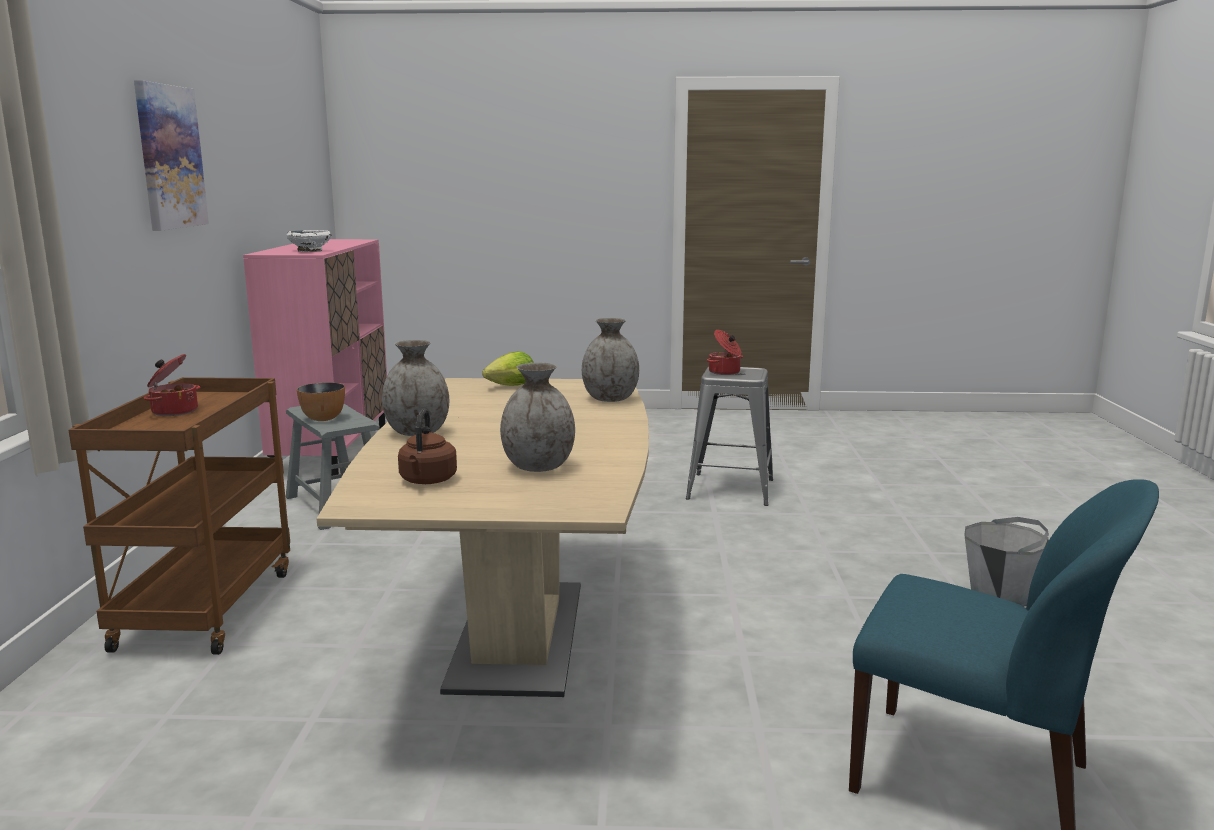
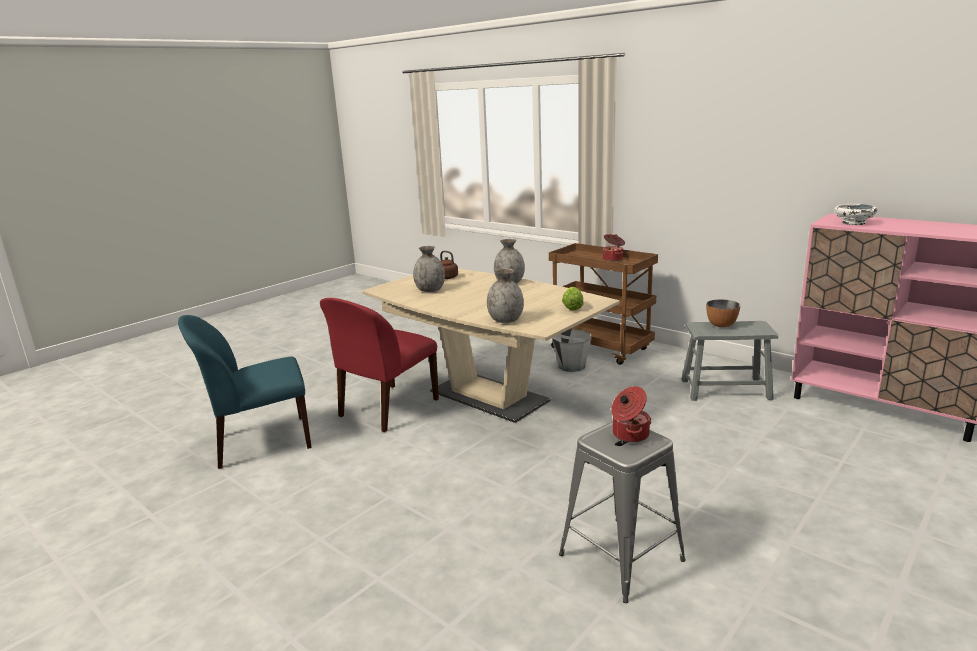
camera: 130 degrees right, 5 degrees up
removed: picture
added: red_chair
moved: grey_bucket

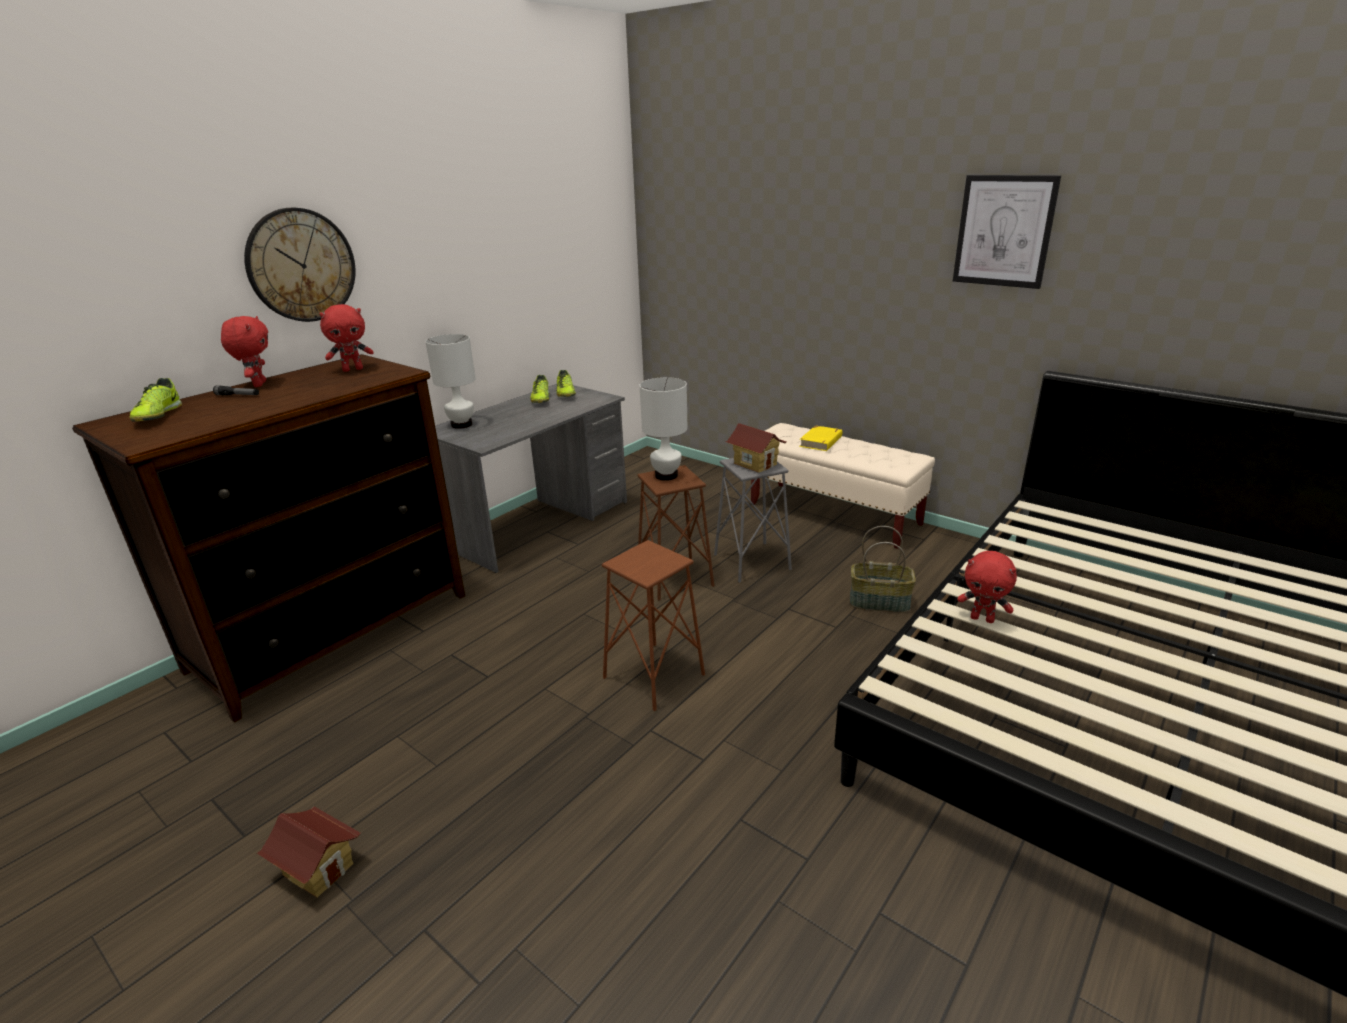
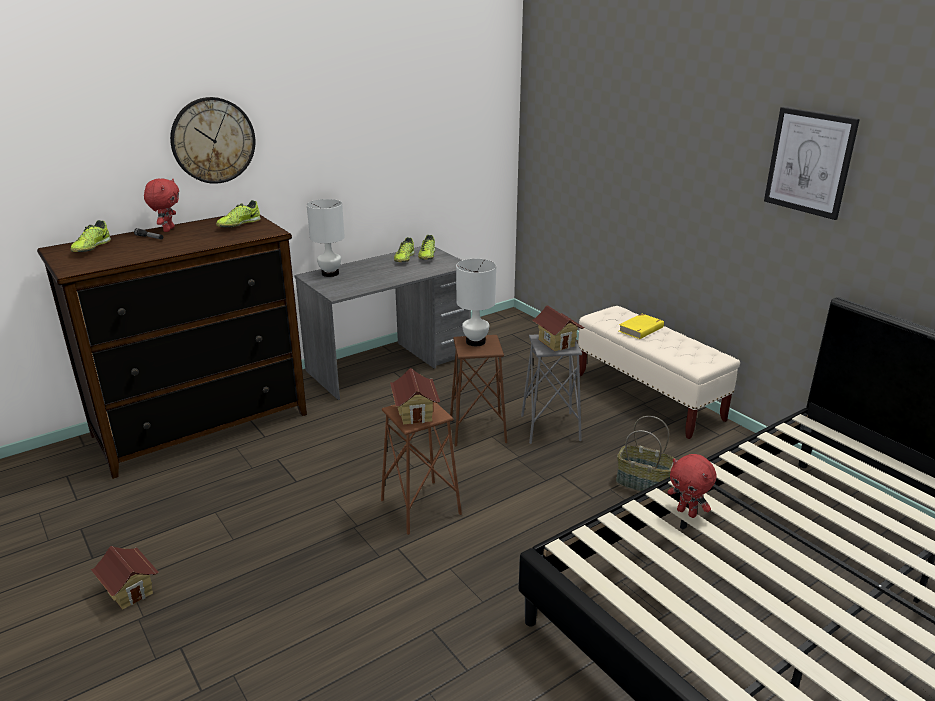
camera: 15 degrees right, 0 degrees up
added: toy_house (2nd from left)
replaced: red_plush_toy (2nd from left) to shoe (2nd from left)

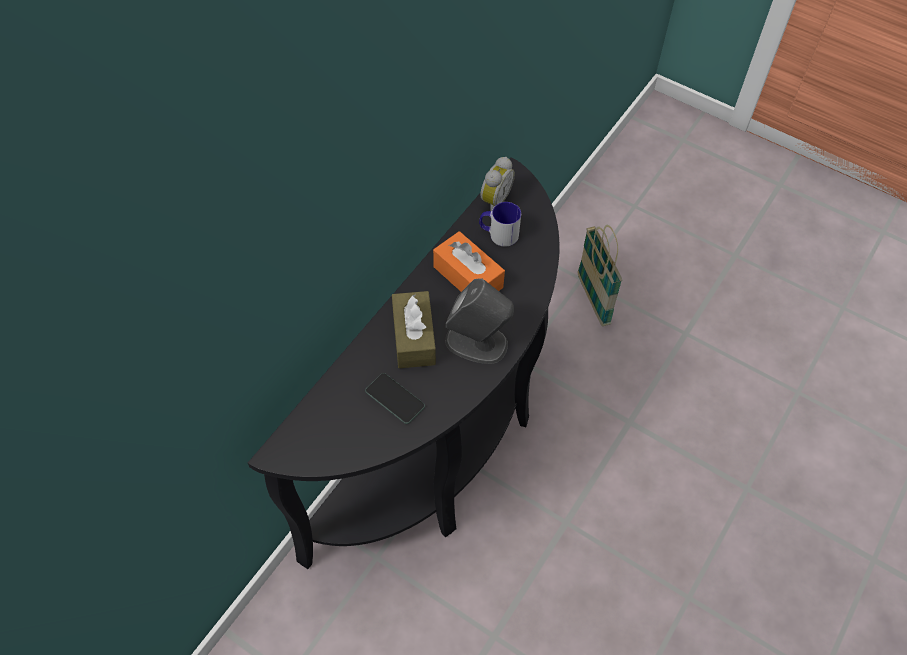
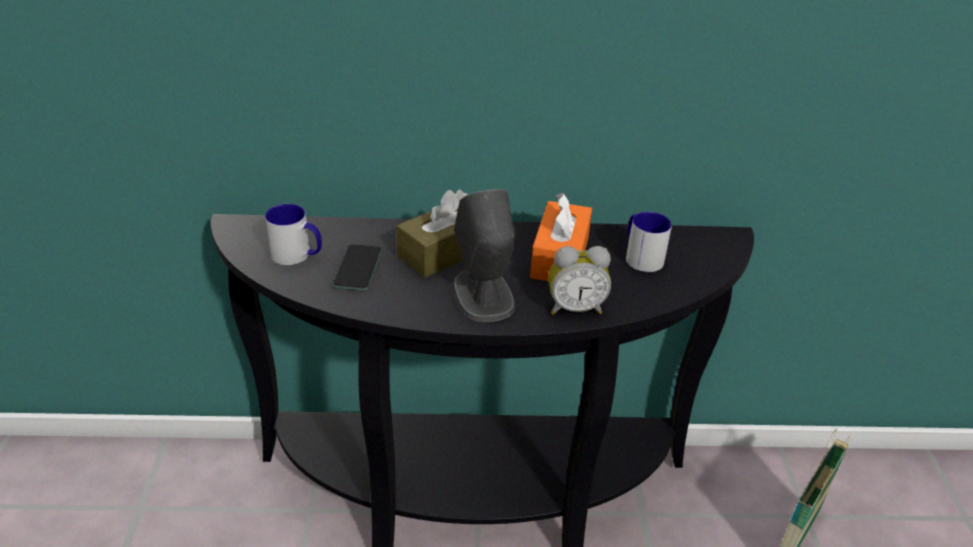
camera: 55 degrees right, 20 degrees down
added: mug (1st from left)
moved: alarm_clock

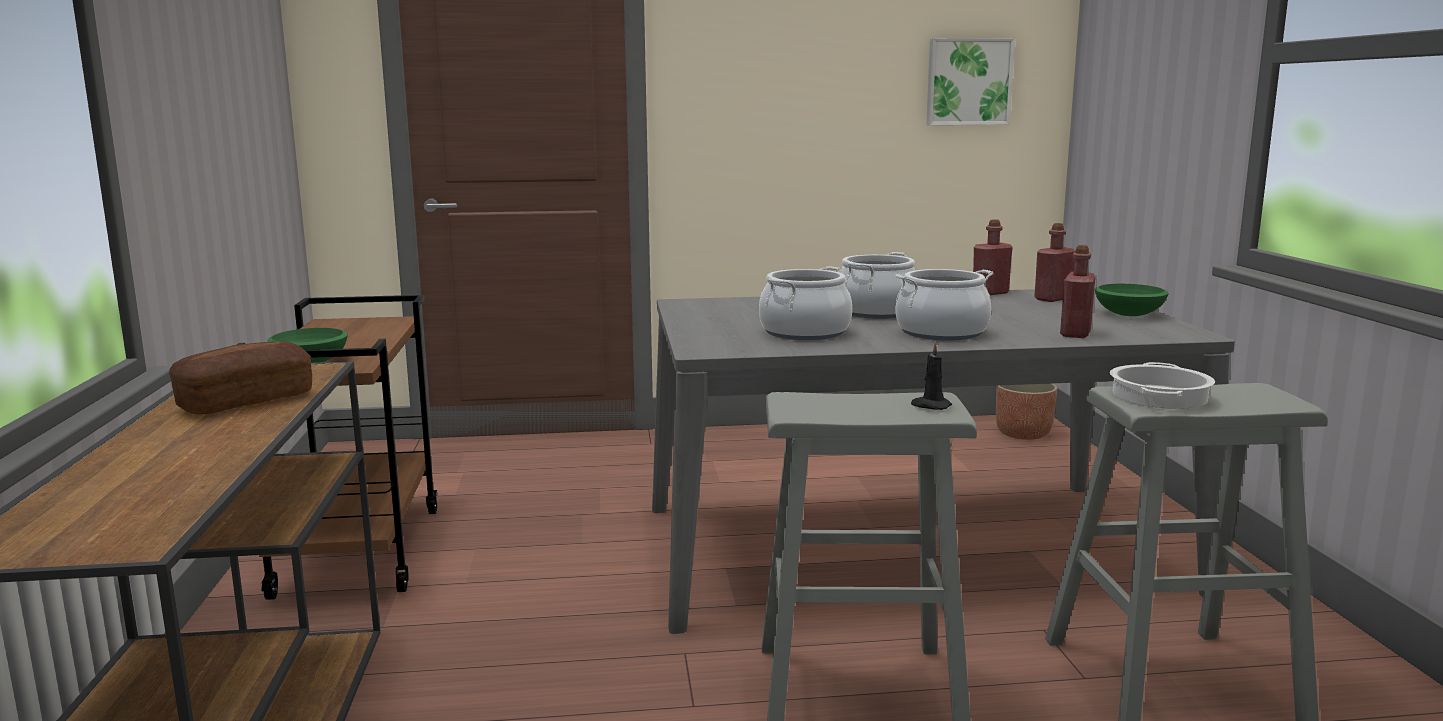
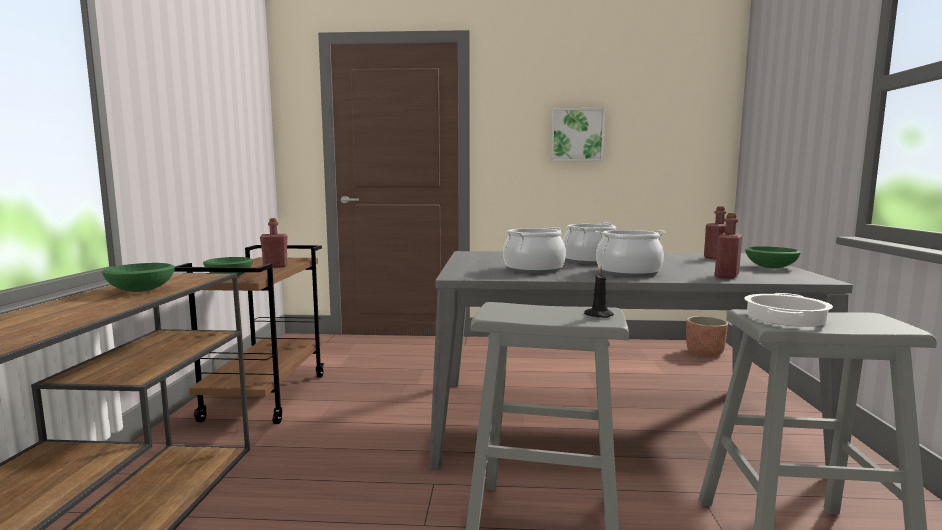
camera: 10 degrees right, 5 degrees down
moved: picture; red_bottle (1st from left)
replaced: bread to green_bowl (1st from left)

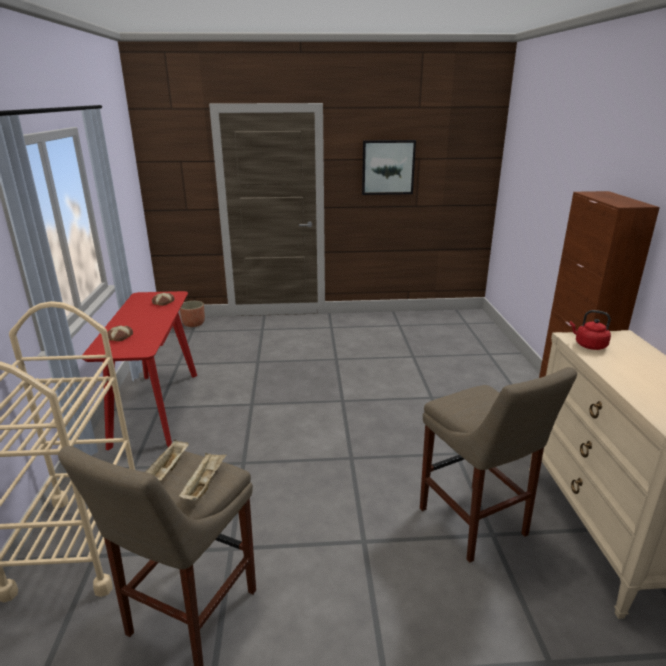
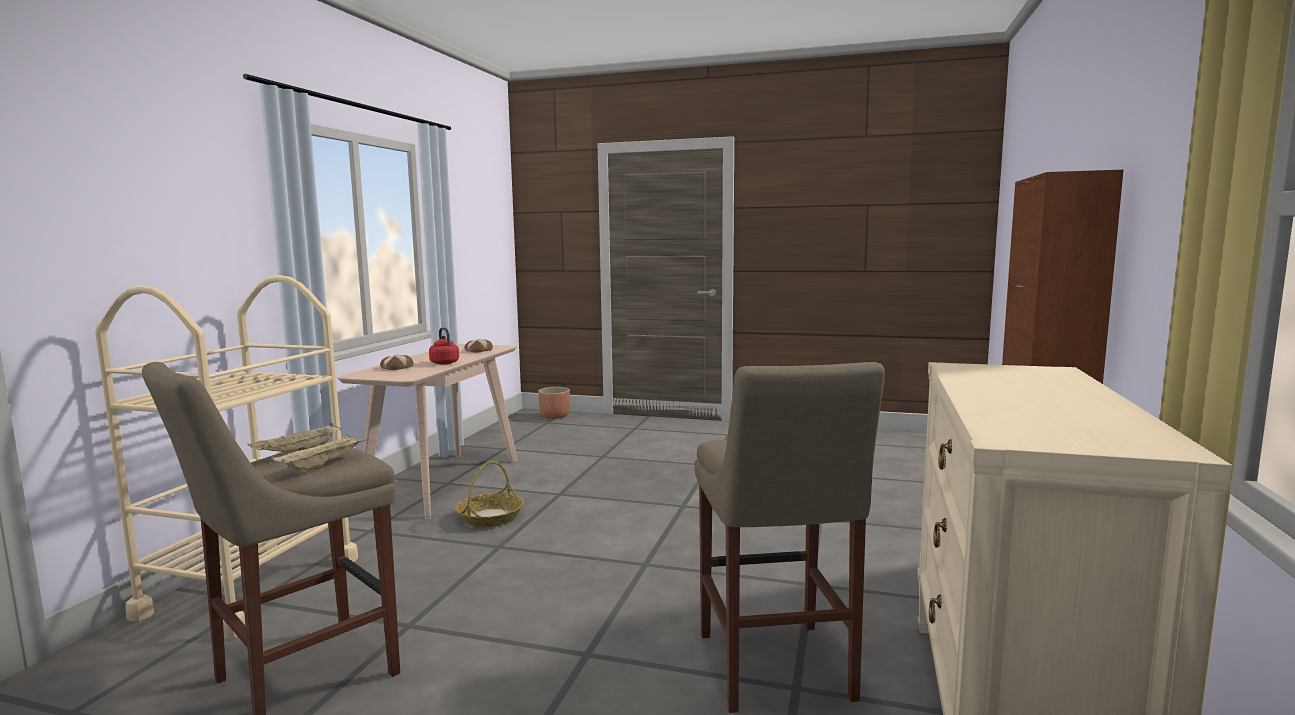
camera: 20 degrees right, 15 degrees down
removed: picture
added: basket
moved: red_kettle
recoloured: red_console_table to beige_console_table

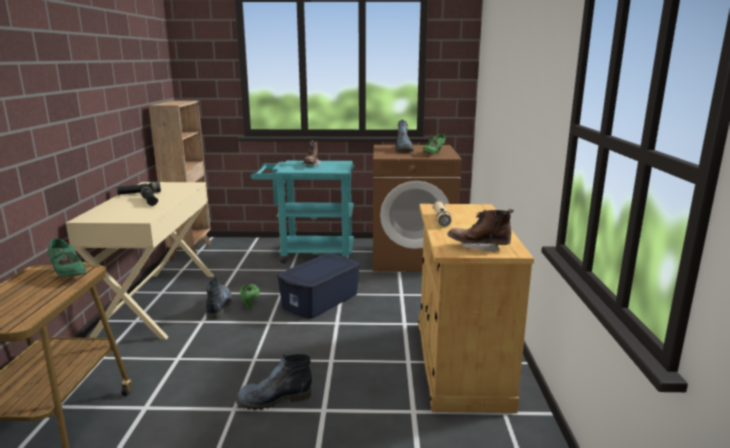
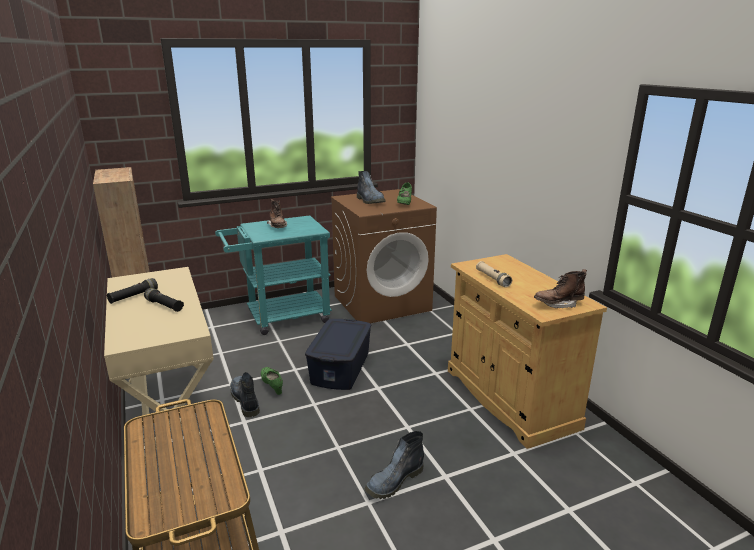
camera: 25 degrees left, 5 degrees up
removed: green_shoe (1st from left)

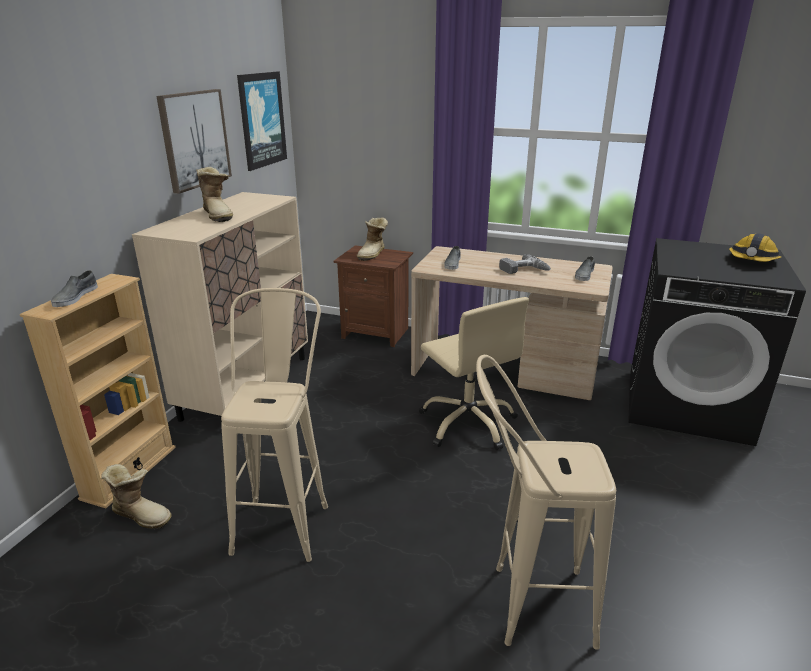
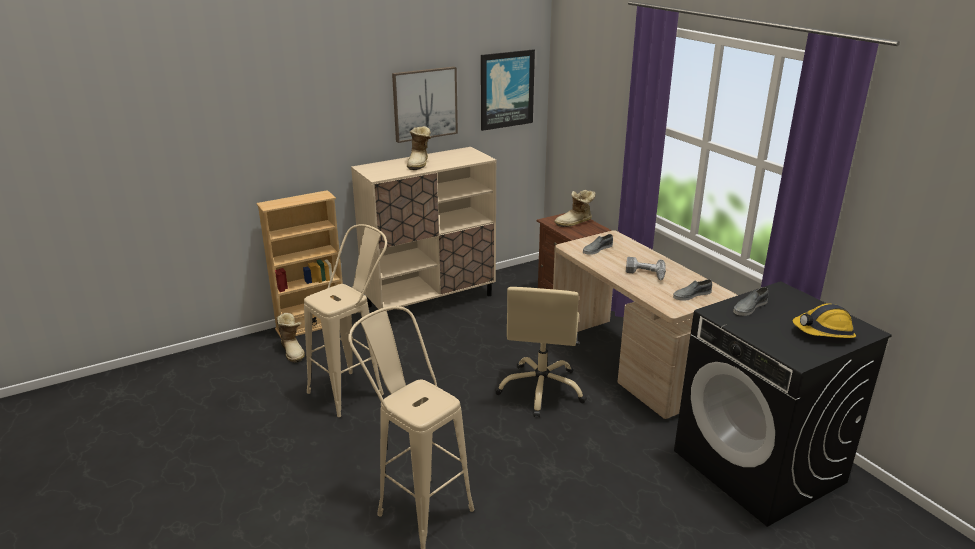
camera: 40 degrees right, 0 degrees up
moved: grey_shoe (1st from left in the first image) to grey_shoe (3rd from left)

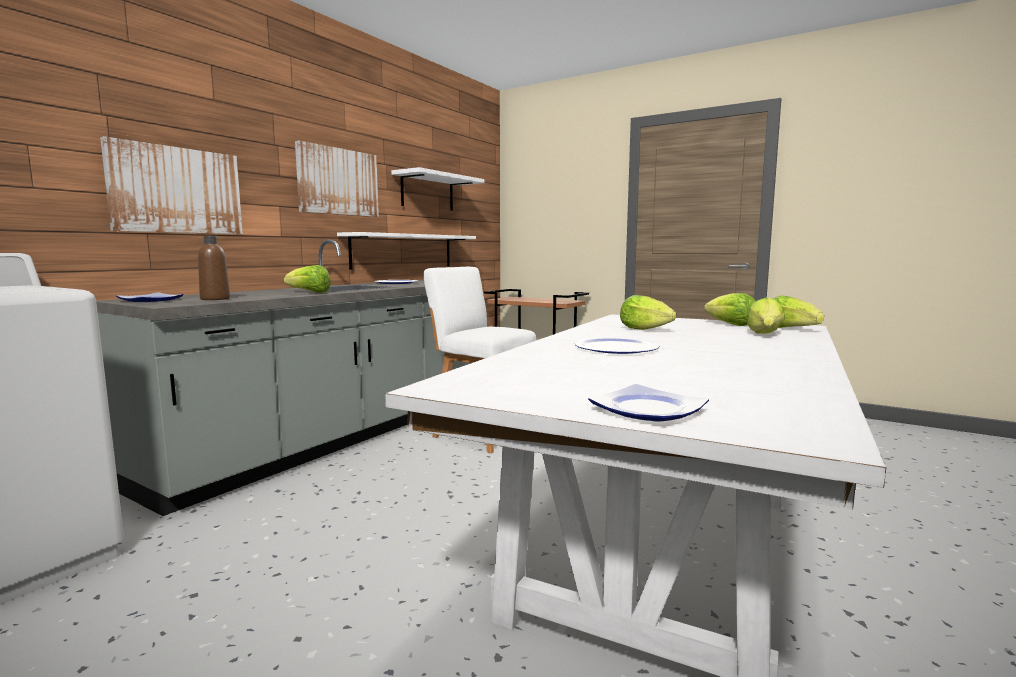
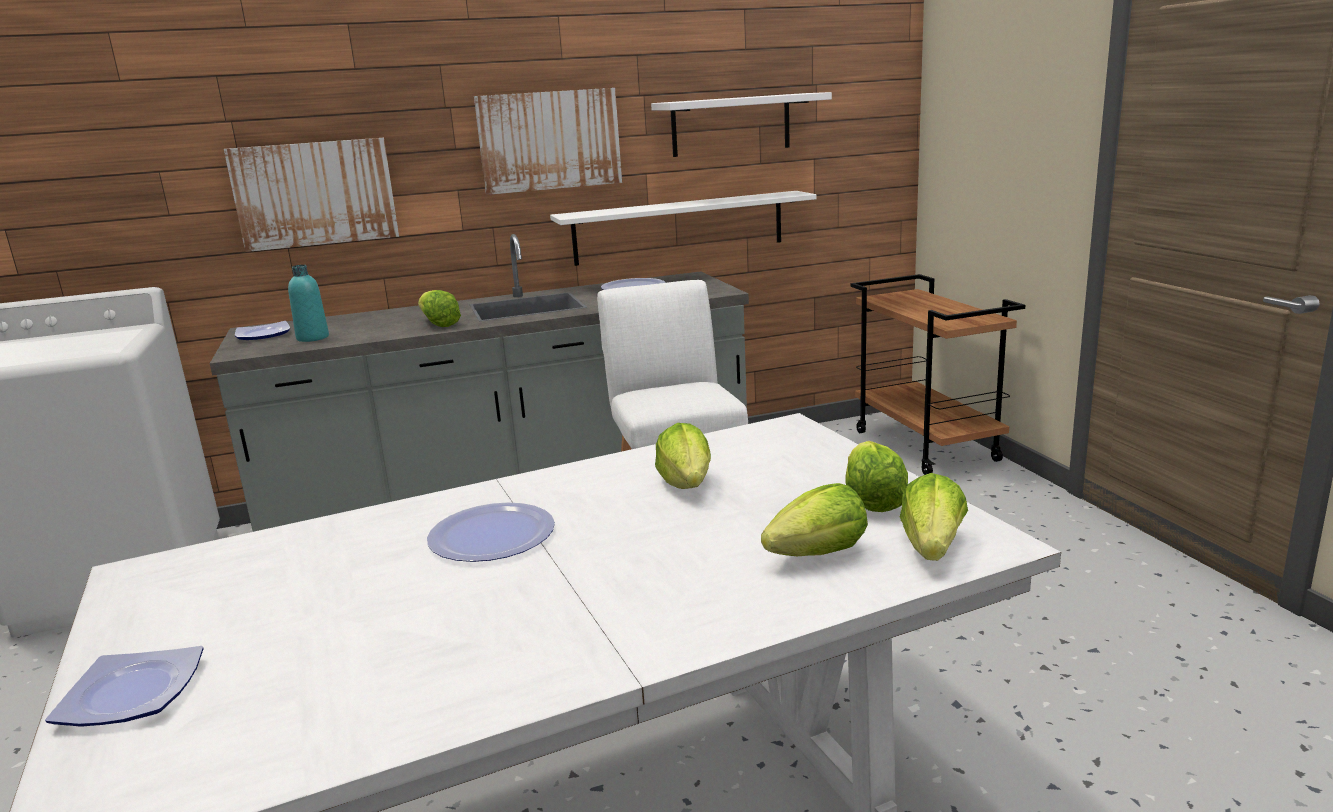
camera: 40 degrees right, 10 degrees up
recoloured: brown_bottle to turquoise_bottle

